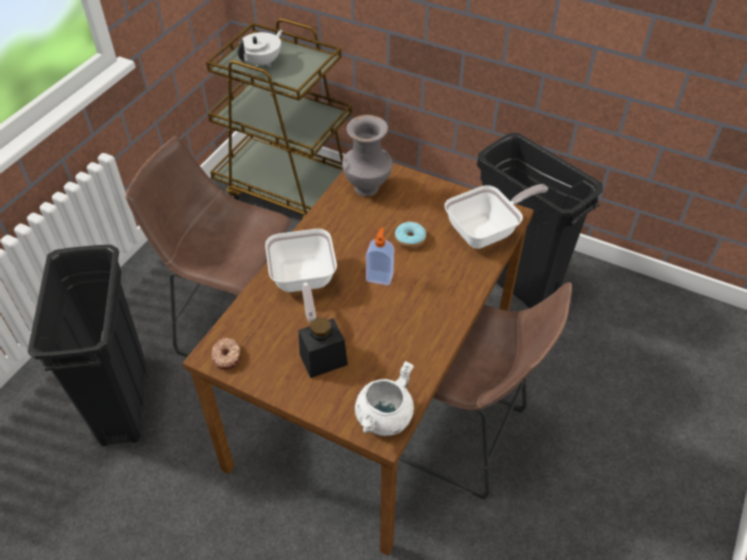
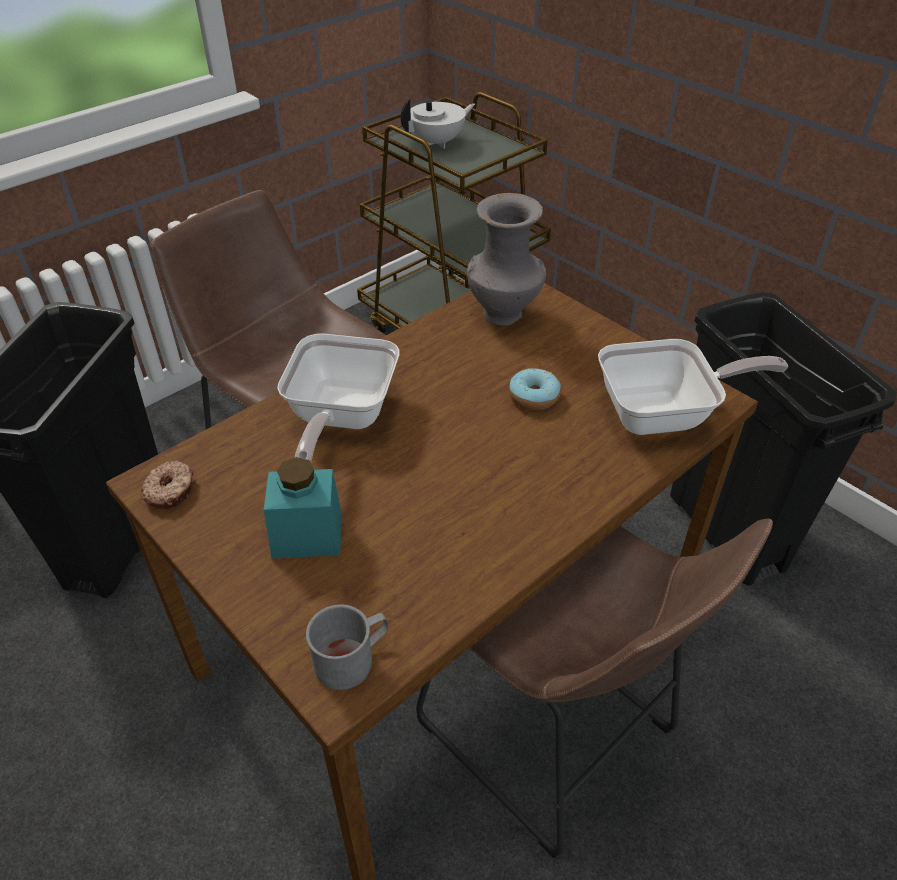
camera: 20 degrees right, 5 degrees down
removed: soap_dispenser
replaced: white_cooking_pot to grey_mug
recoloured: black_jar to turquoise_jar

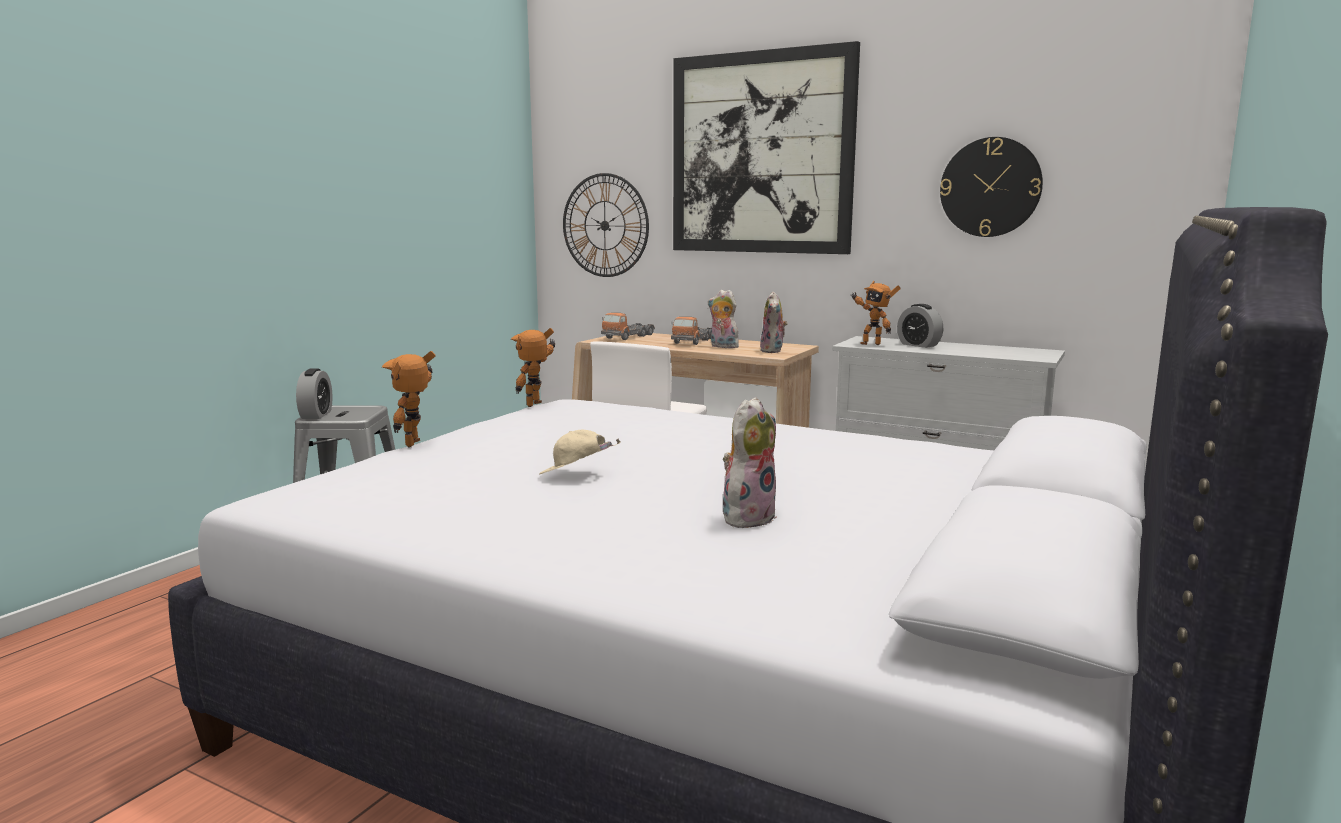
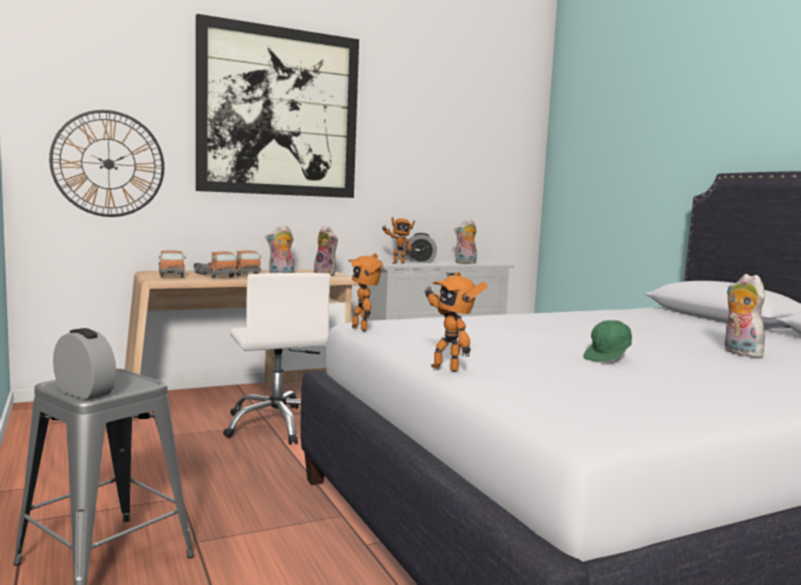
camera: 55 degrees left, 5 degrees down
removed: wall_clock (2nd from left)
added: toy_truck (2nd from left); plush_toy (3rd from left)
recoloured: beige_cap to green_cap

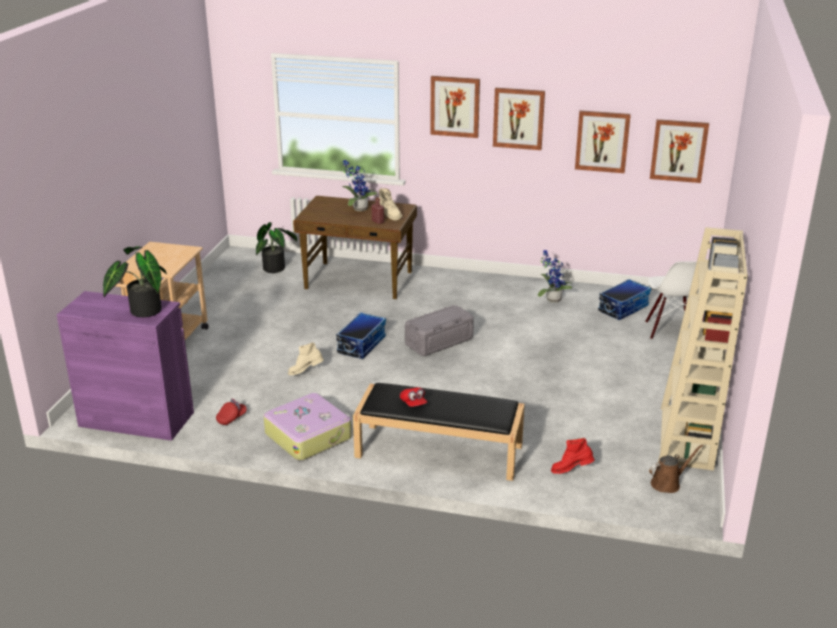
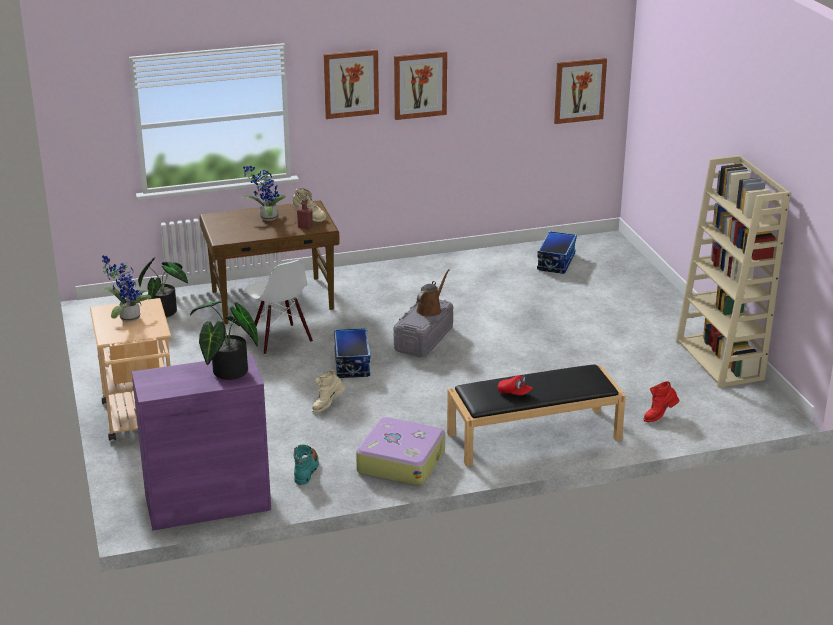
camera: 30 degrees left, 0 degrees up
removed: picture (3rd from left)
moved: potted_plant (4th from left in the first image) to potted_plant (1st from left); white_chair; brown_watering_can
replaced: red_cap (1st from left) to turquoise_boot

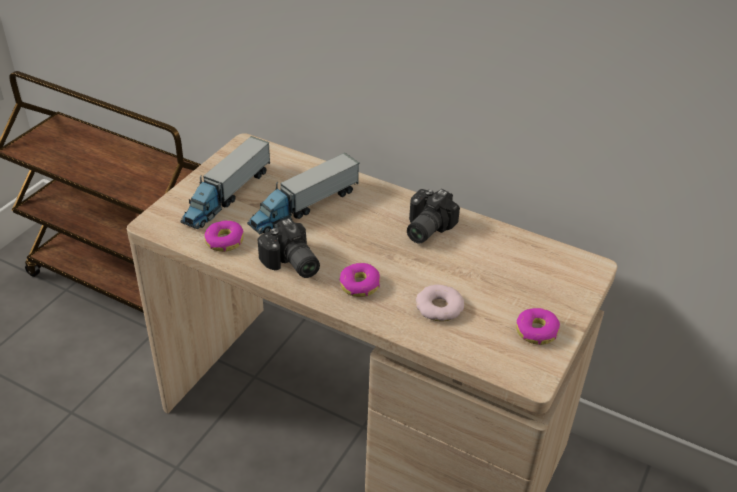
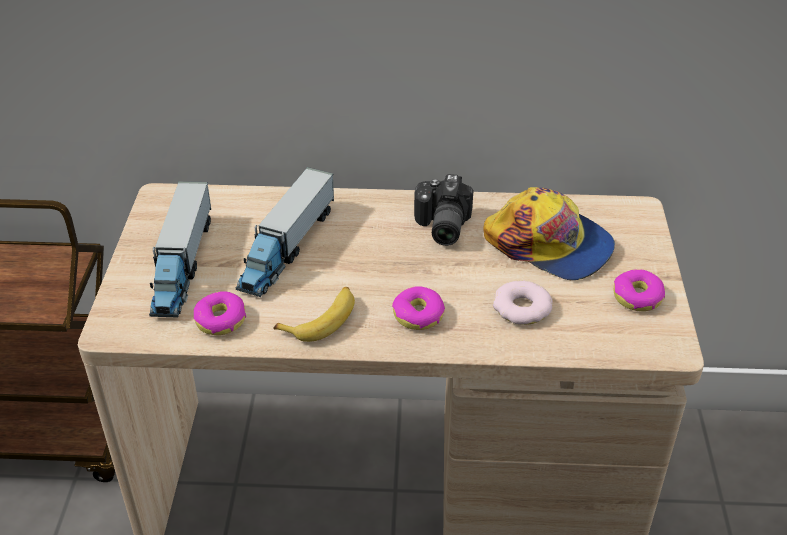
camera: 25 degrees left, 0 degrees up
added: cap
replaced: photo_camera (1st from left) to banana

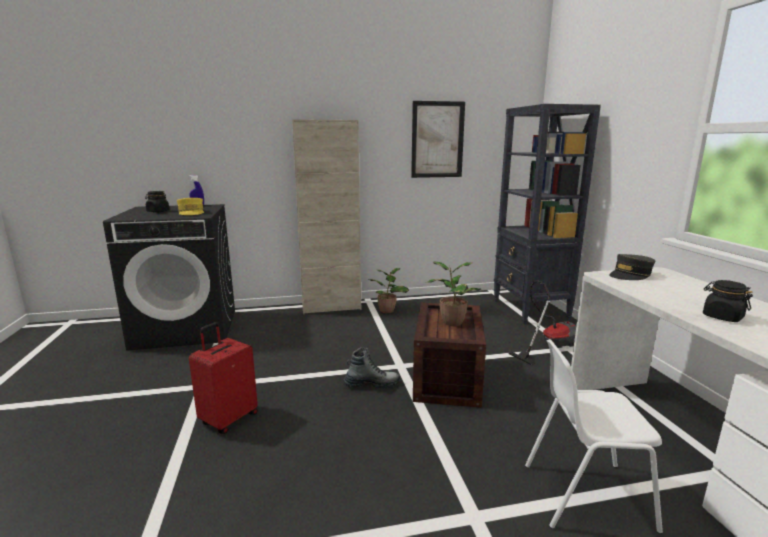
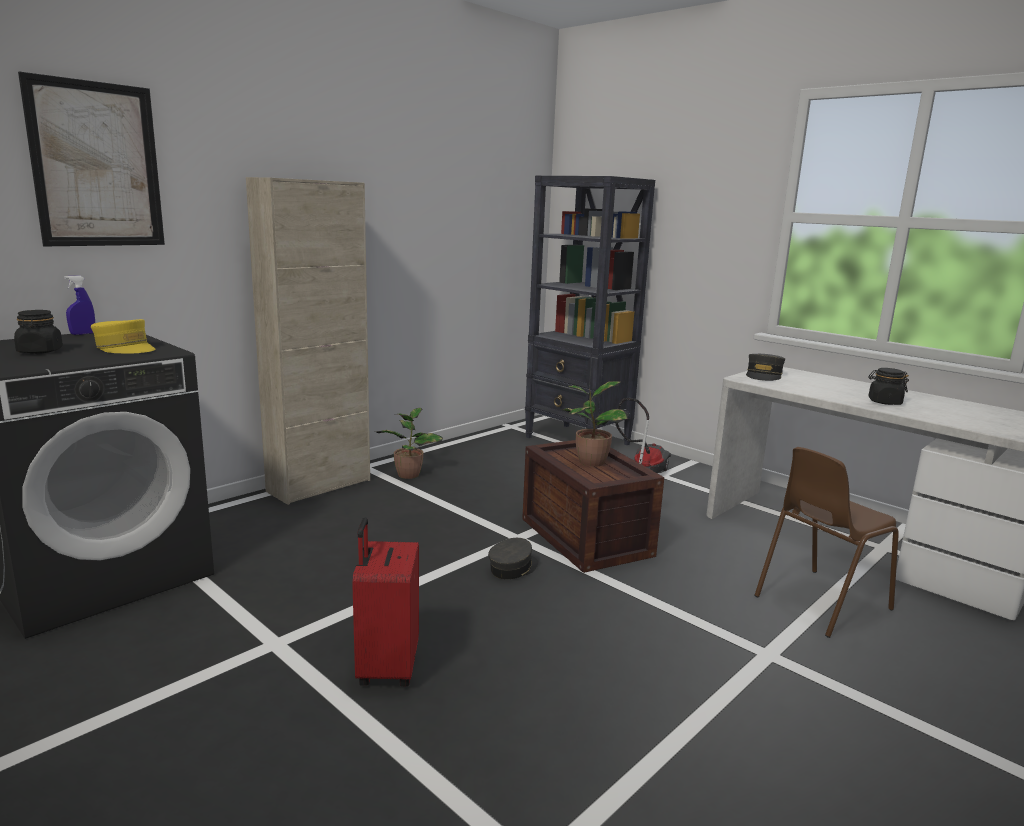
camera: 35 degrees left, 0 degrees up
moved: picture
replaced: boot to grey_cap (1st from left)
recoloured: white_chair to brown_chair

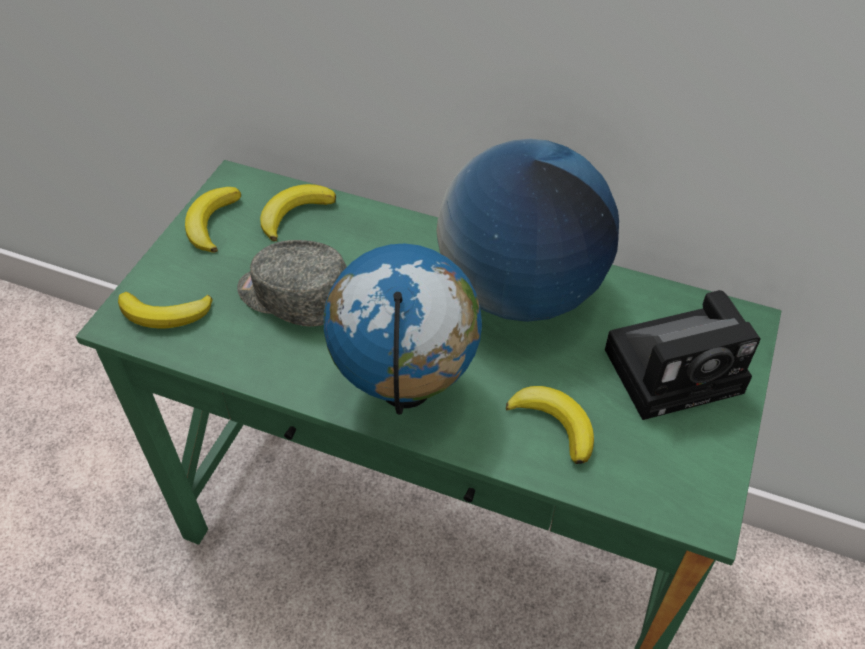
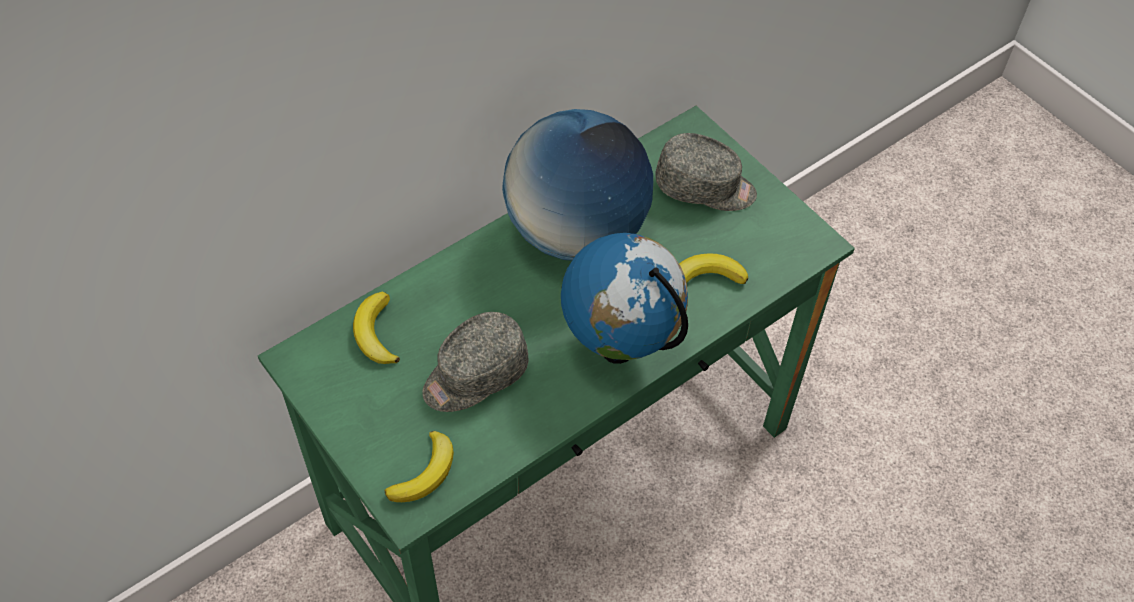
camera: 60 degrees left, 5 degrees up
removed: banana (2nd from left)
replaced: photo_camera to grey_cap (2nd from left)

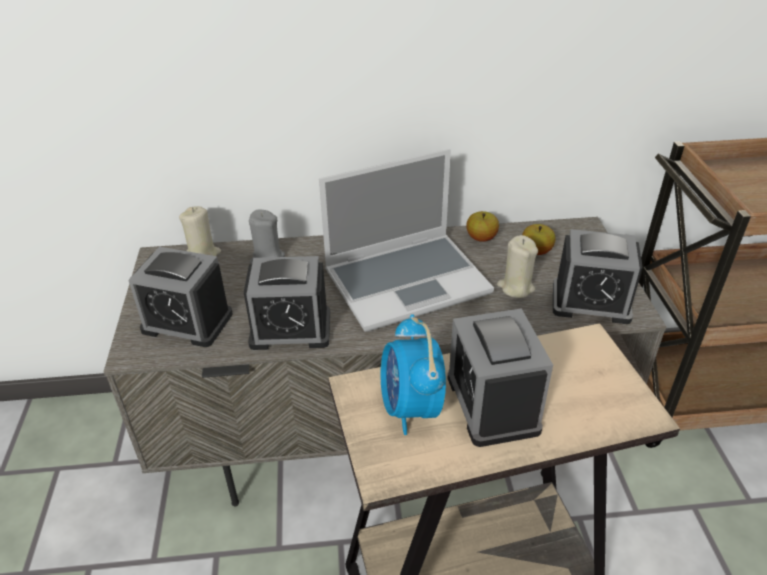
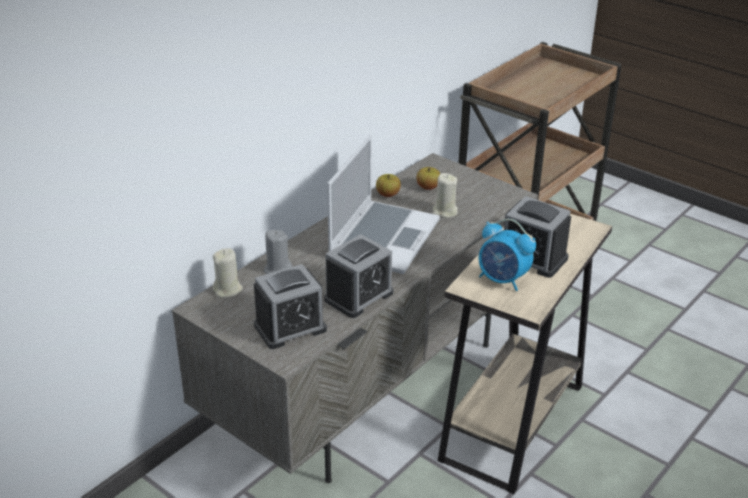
camera: 45 degrees left, 5 degrees down
removed: alarm_clock (5th from left)

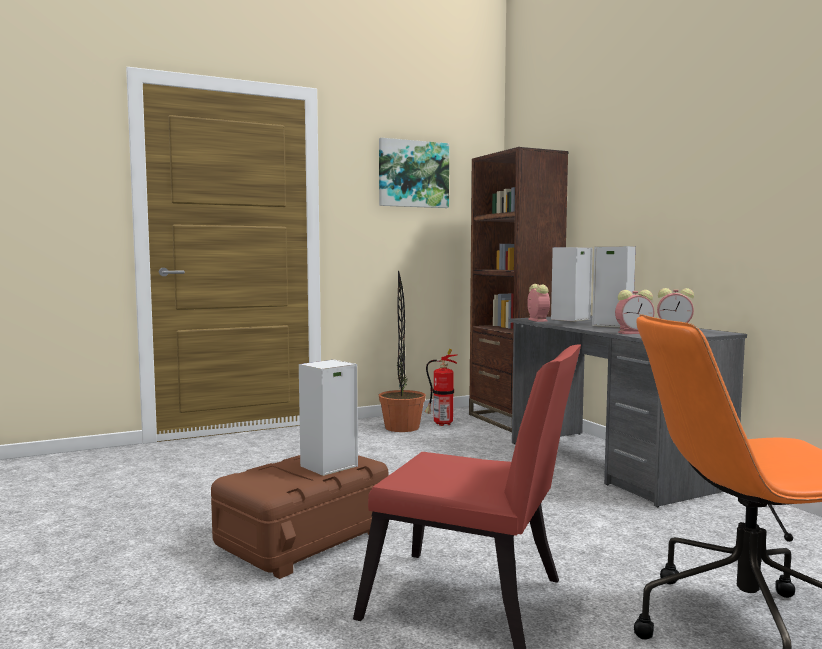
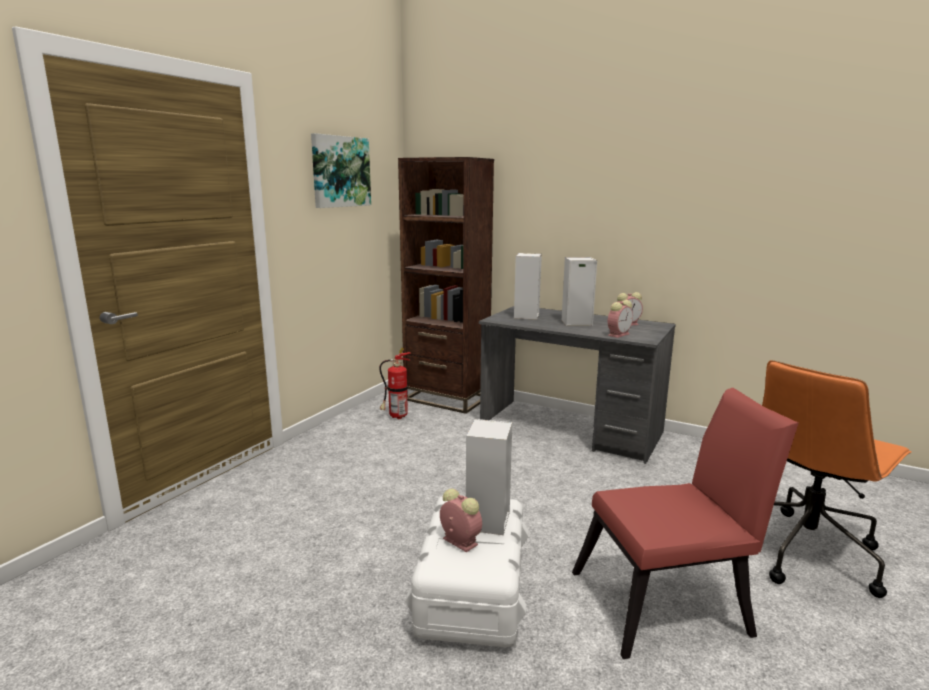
camera: 35 degrees left, 10 degrees up
removed: potted_plant
moved: alarm_clock (1st from left)
recoloured: brown_storage_box to white_storage_box

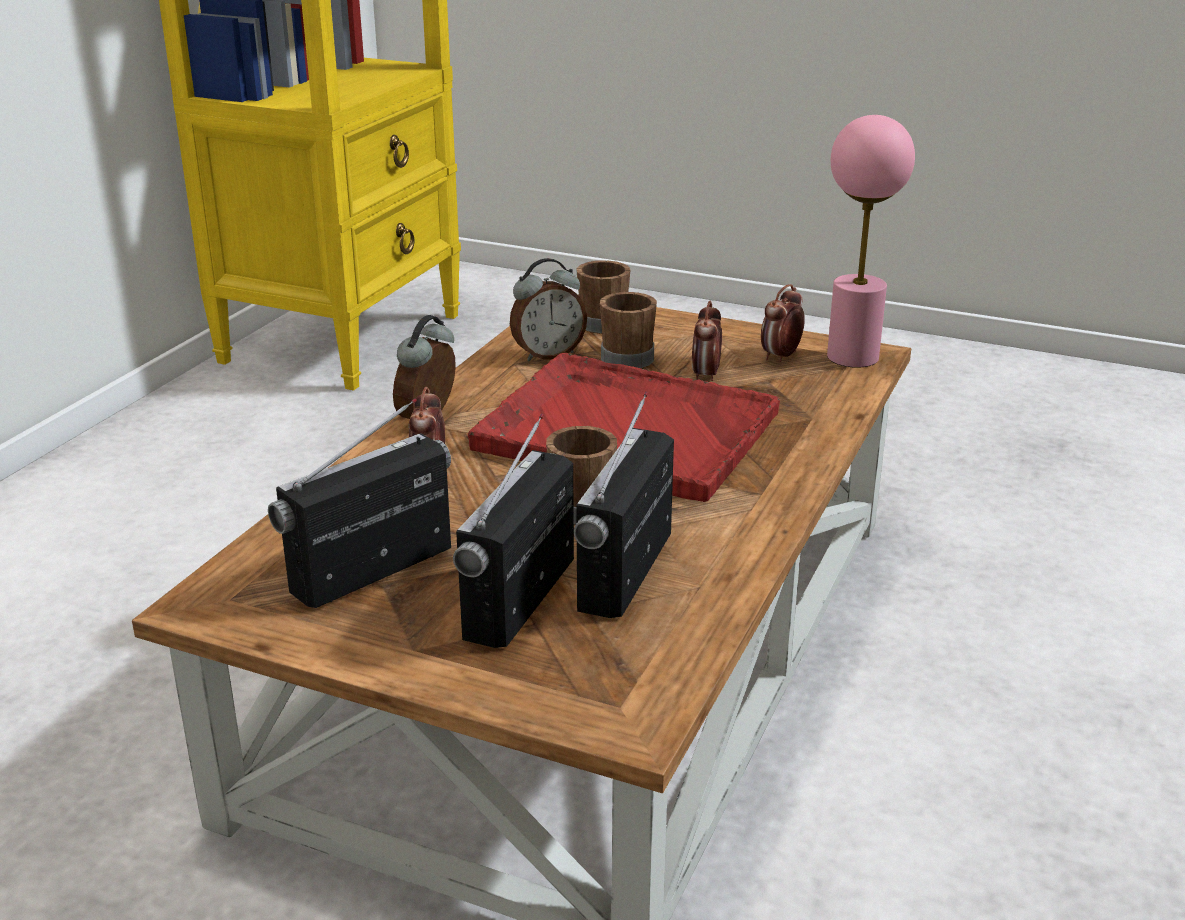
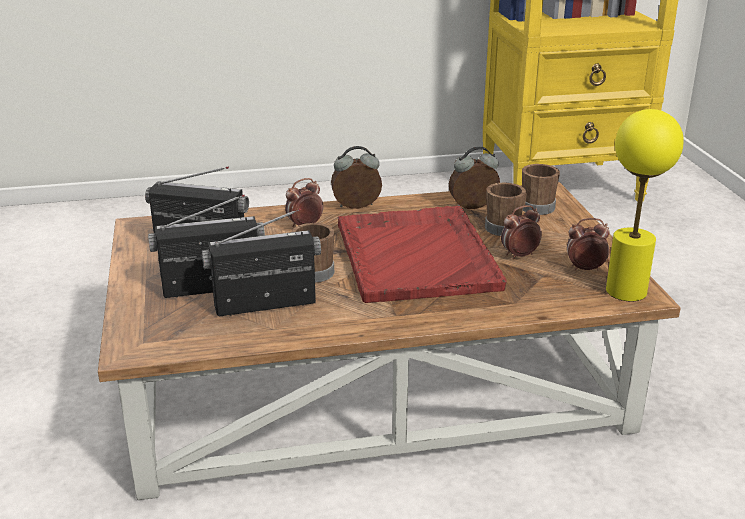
camera: 55 degrees right, 0 degrees up
recoloured: pink_table_lamp to yellow_table_lamp
turned: alarm_clock (3rd from left) 135 degrees clockwise

